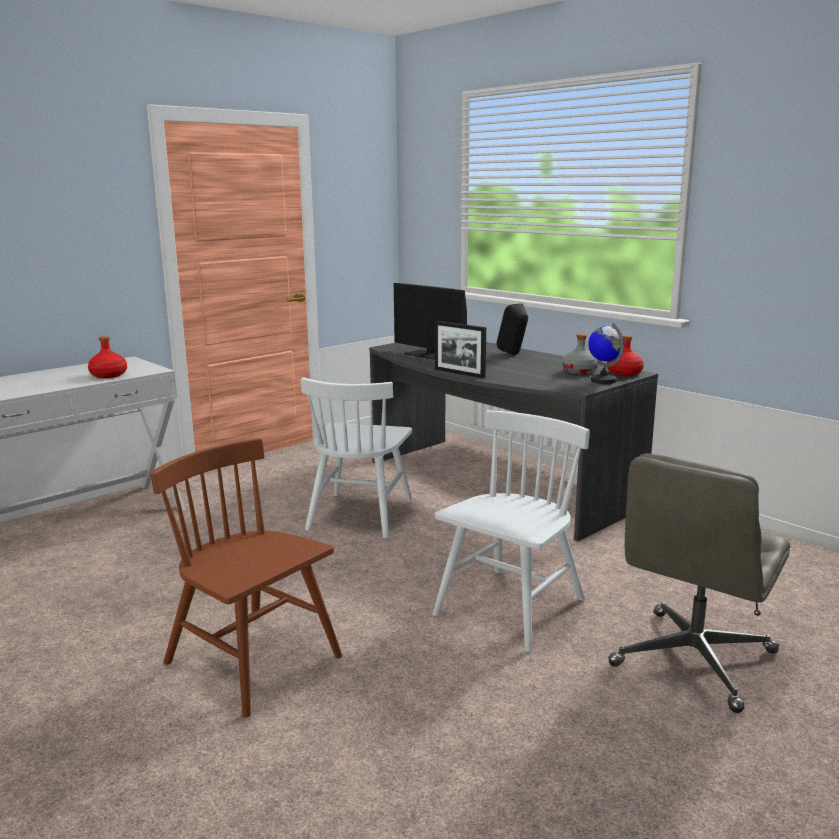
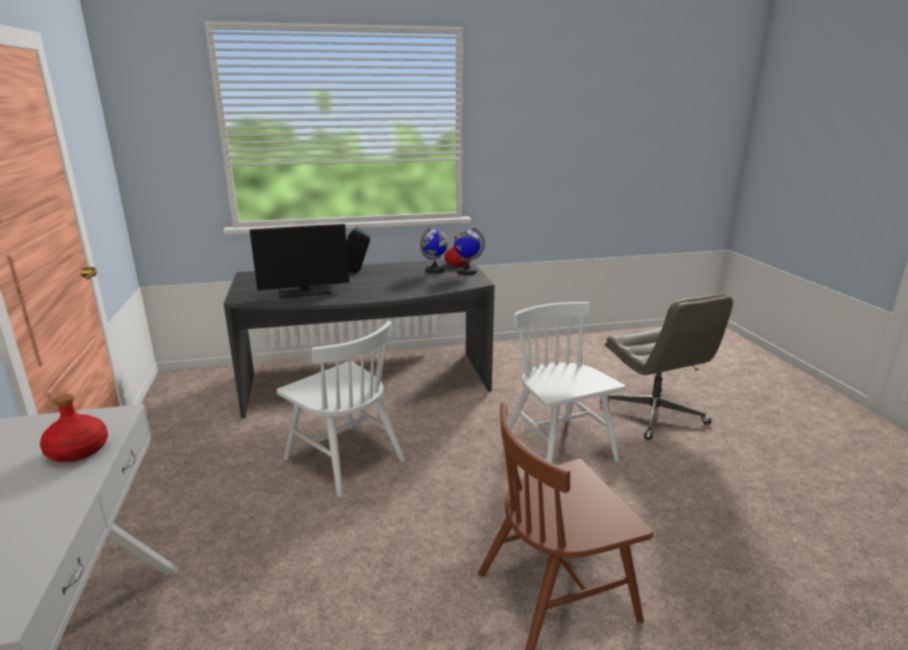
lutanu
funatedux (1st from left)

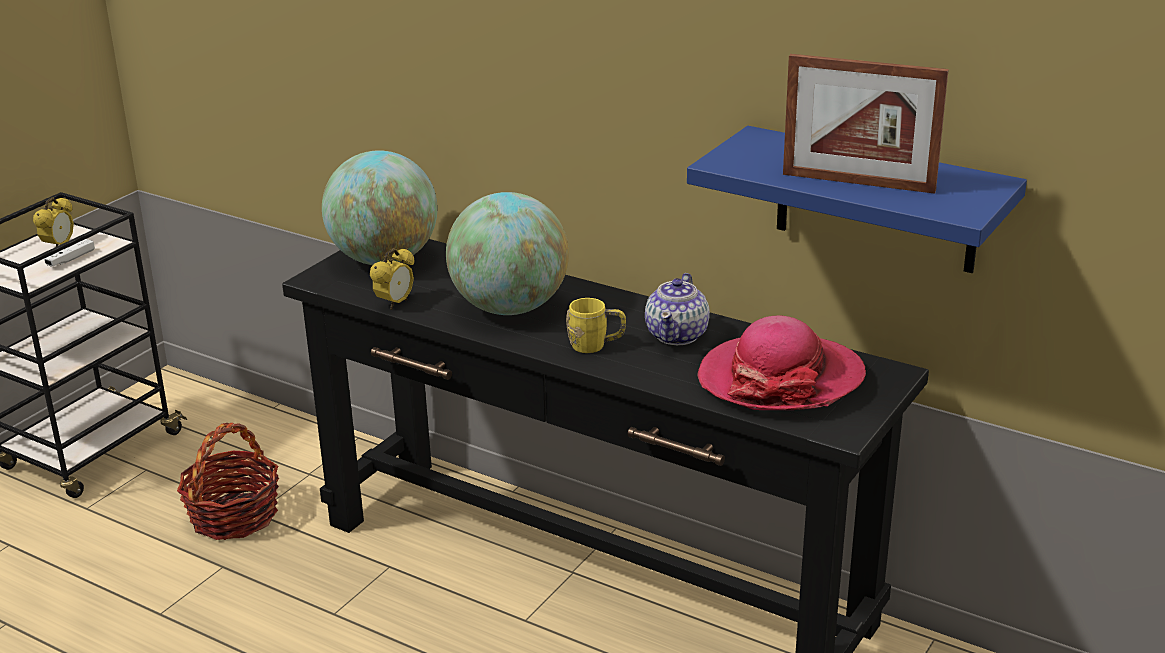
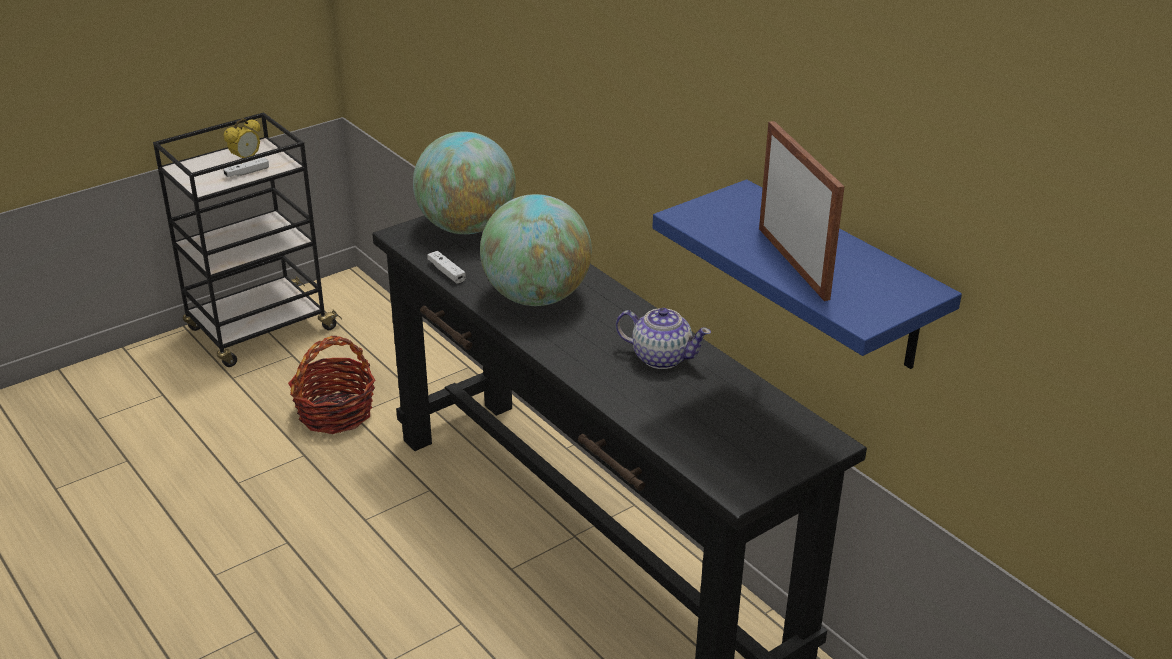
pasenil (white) (2nd from left)
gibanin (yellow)
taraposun
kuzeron
lutanu

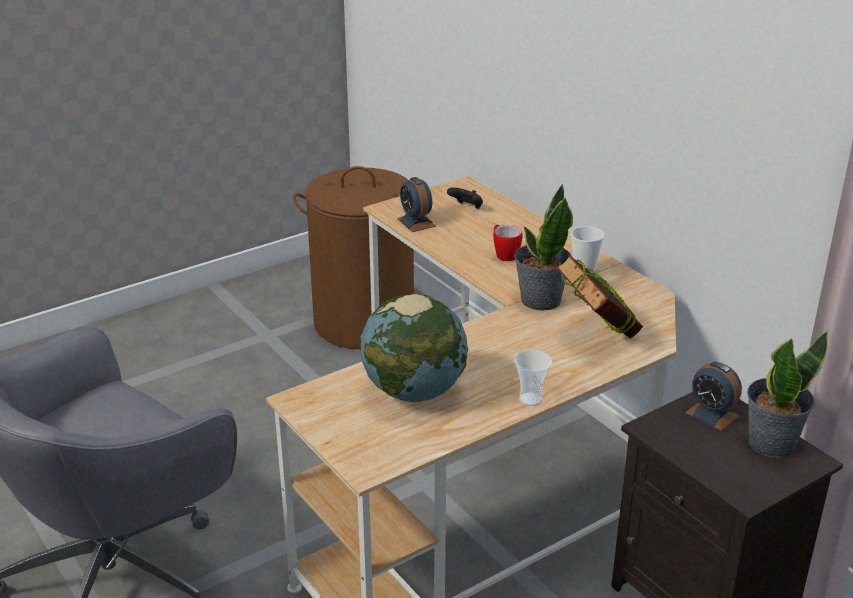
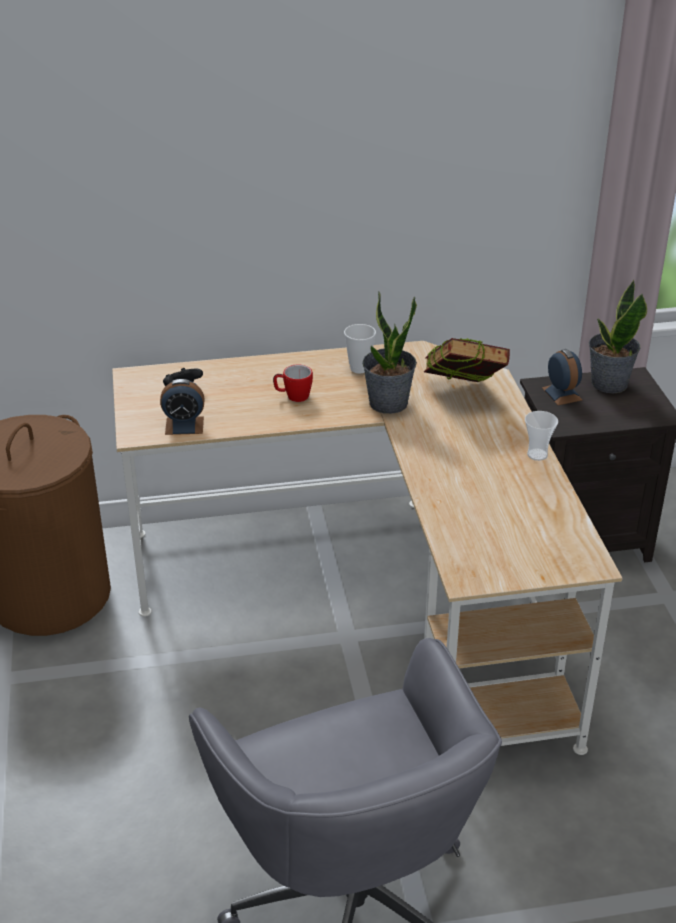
funatedux
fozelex (2nd from left)

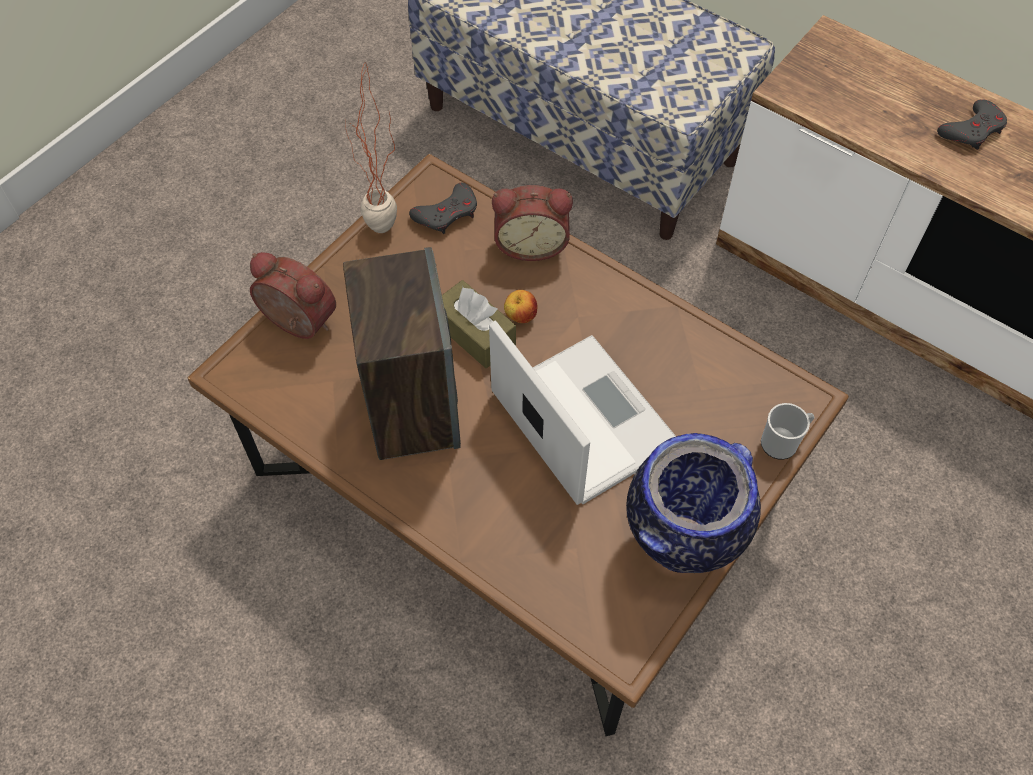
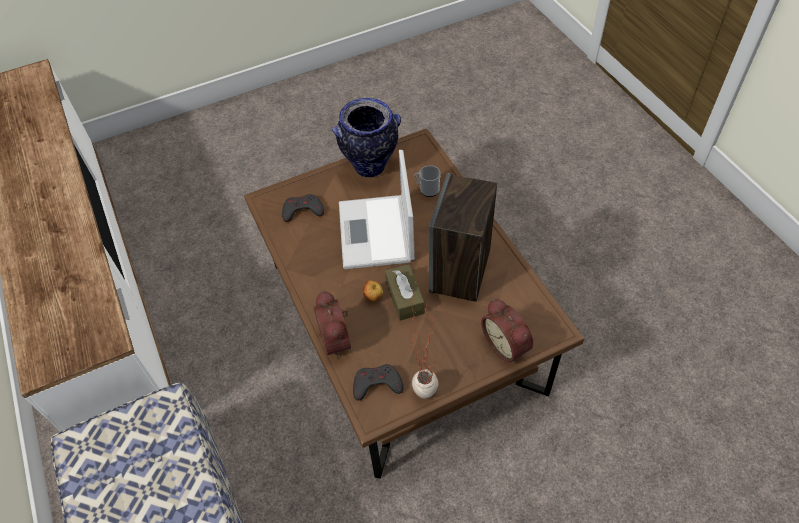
fozelex (1st from left)
gibanin
pasenil (grey) (1st from left)

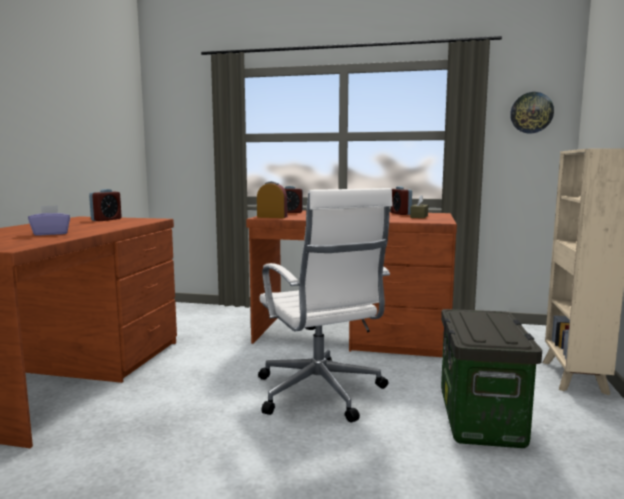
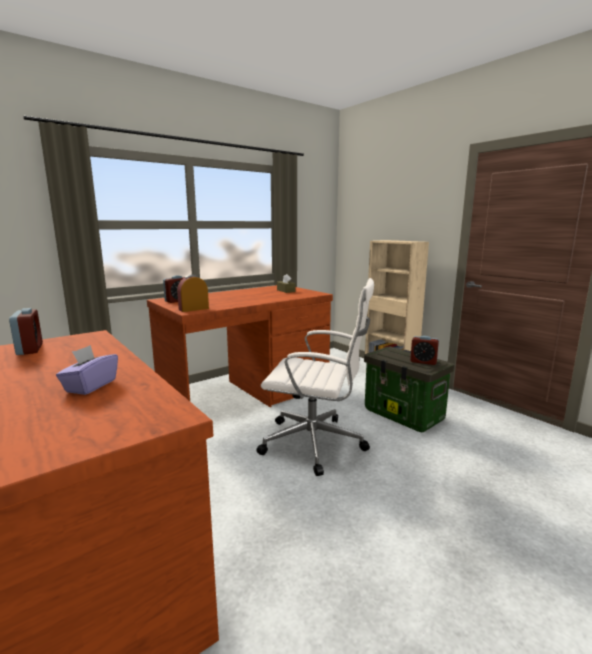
fozelex (4th from left)
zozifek

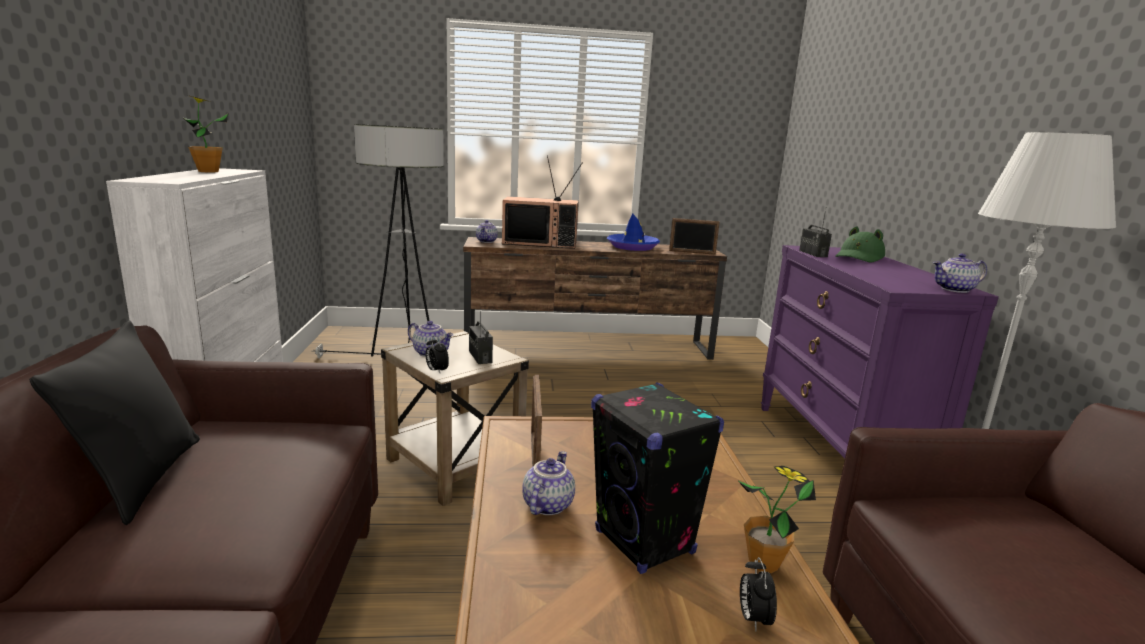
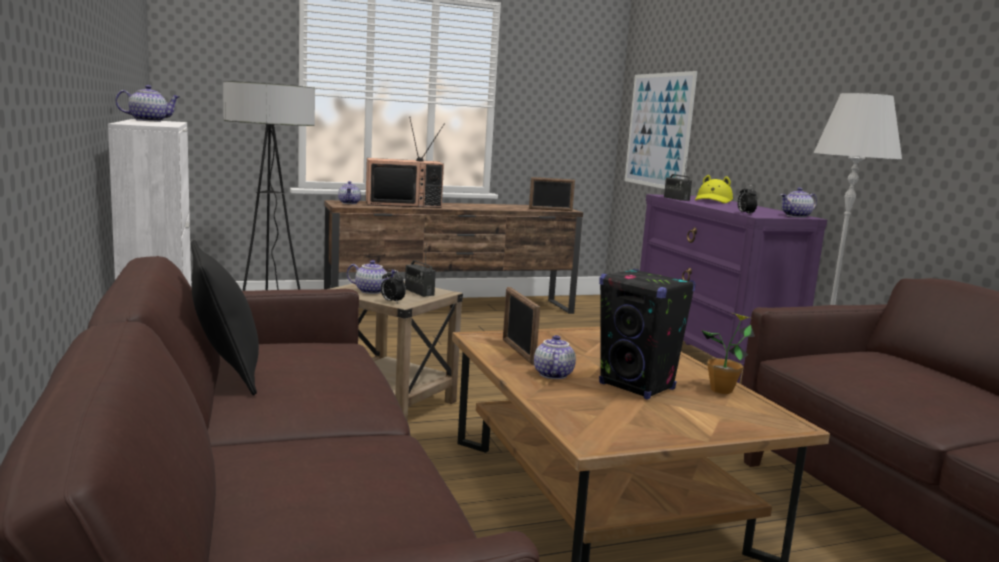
taraposun (1st from left)
kuzeron (blue)
fozelex (2nd from left)
kuzeron (yellow)
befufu

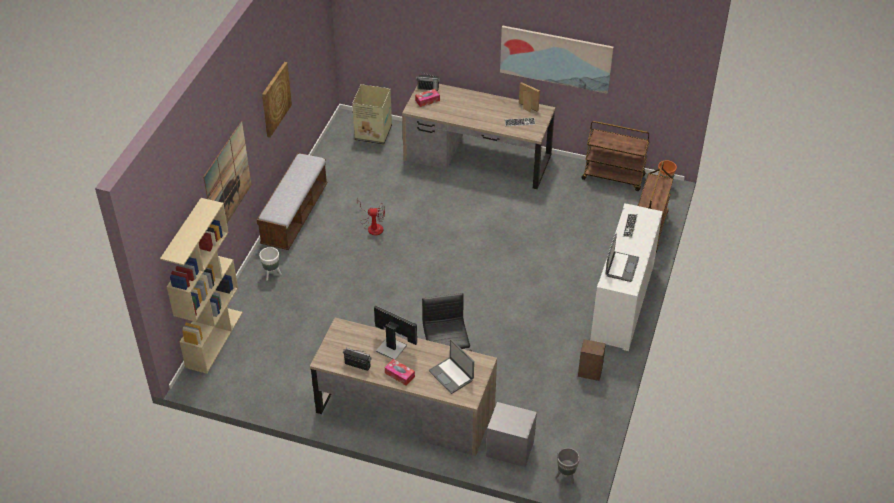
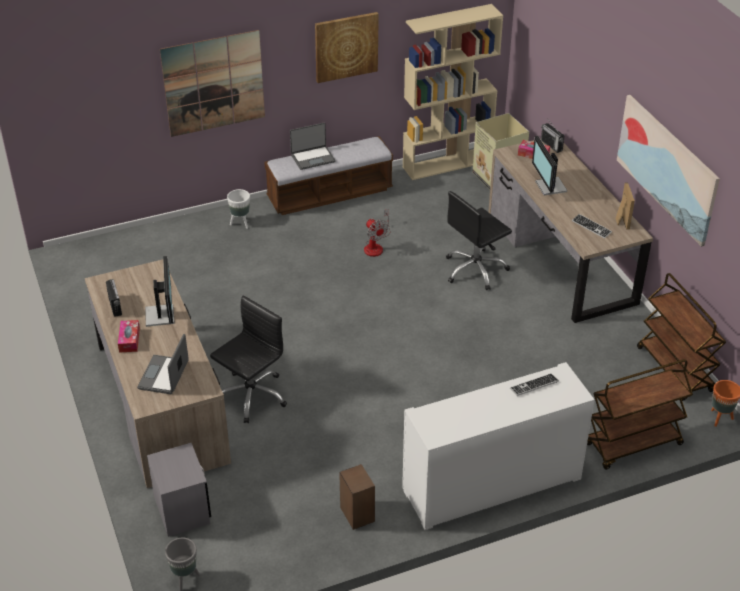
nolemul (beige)
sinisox (2nd from left)
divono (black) (2nd from left)
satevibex (2nd from left)

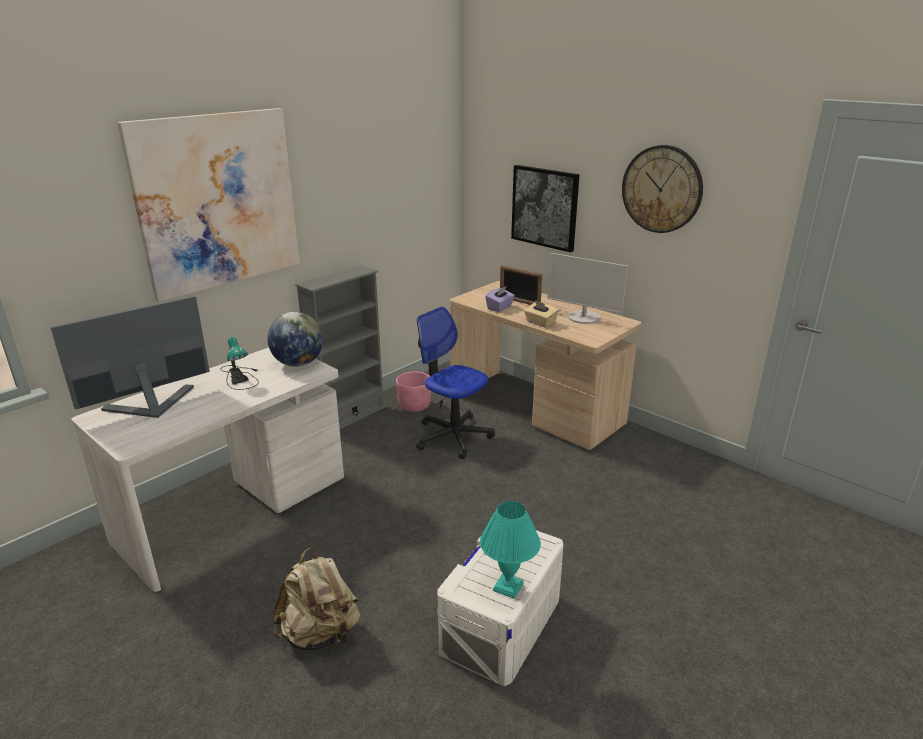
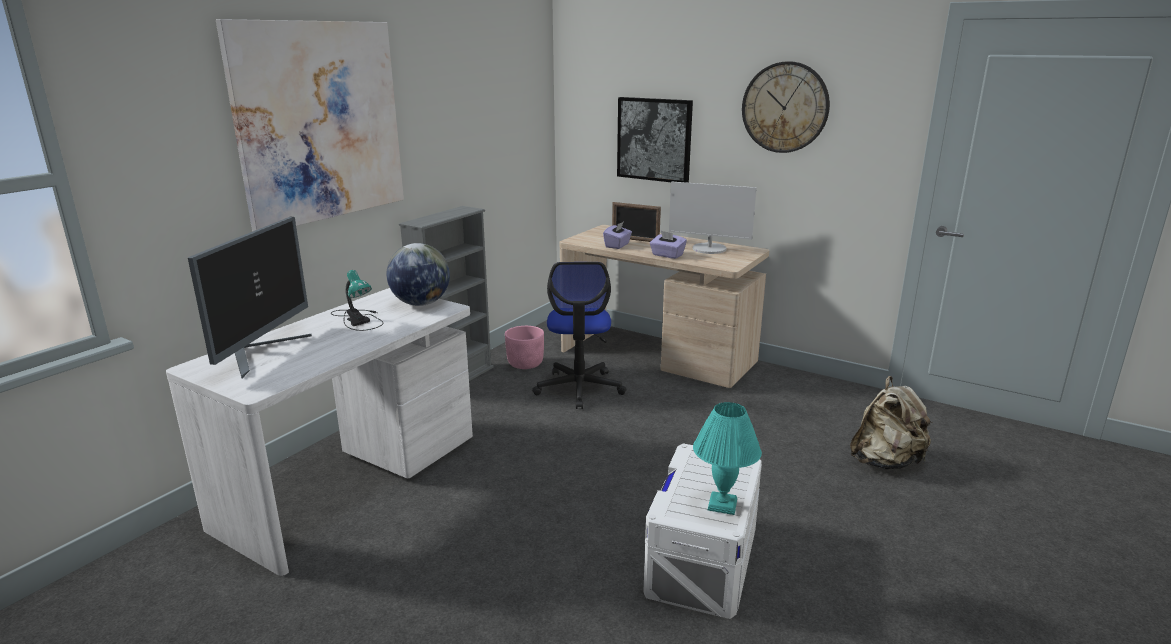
satevibex (1st from left)
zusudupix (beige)
divono
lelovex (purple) (2nd from left)

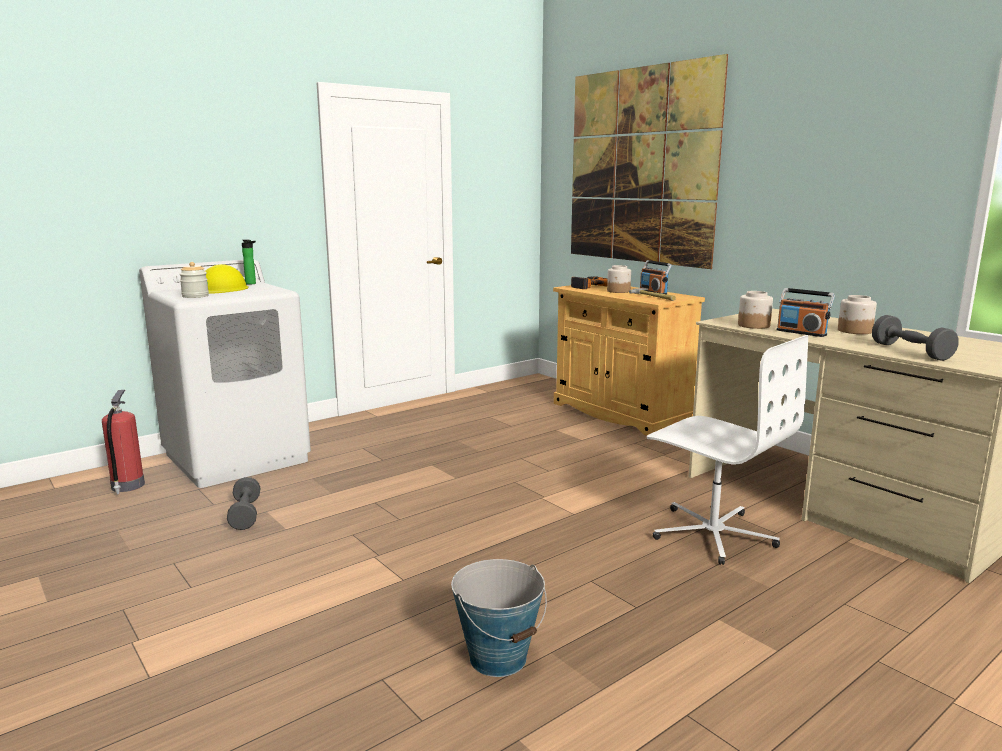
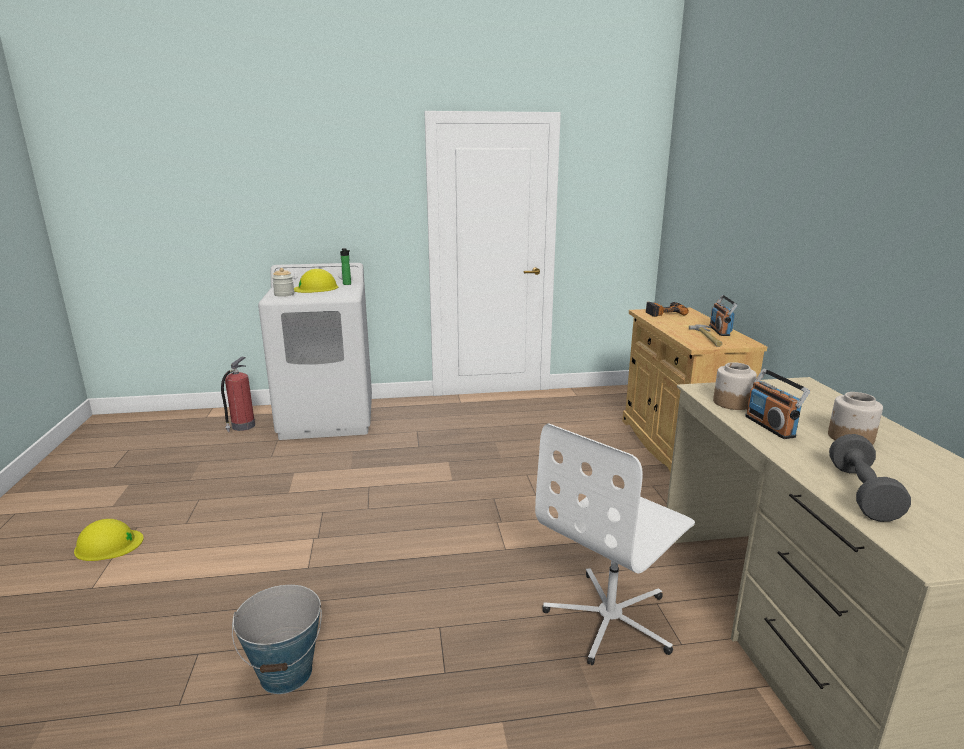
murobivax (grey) (1st from left in the first image)
befufu
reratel (2nd from left in the first image)
divono (white)
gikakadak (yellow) (1st from left)

